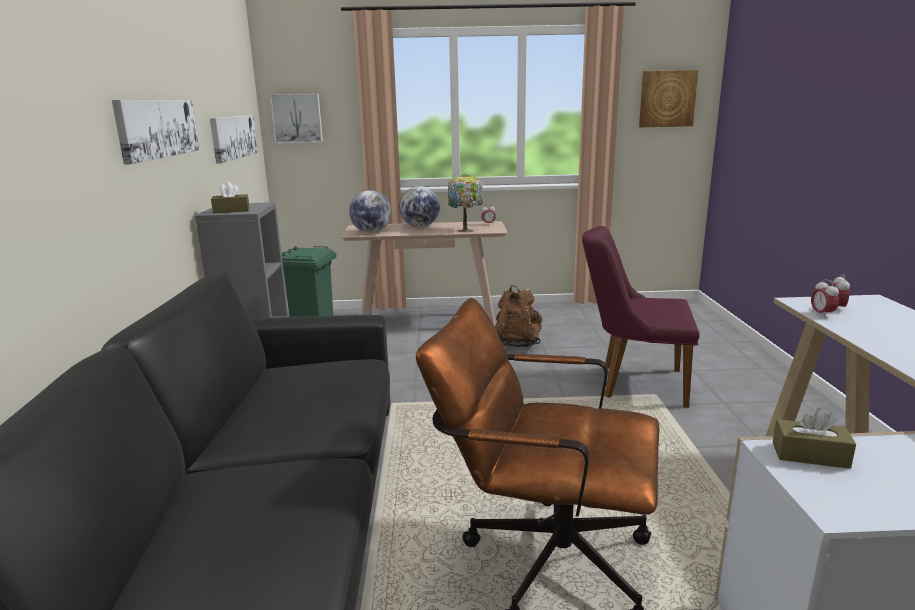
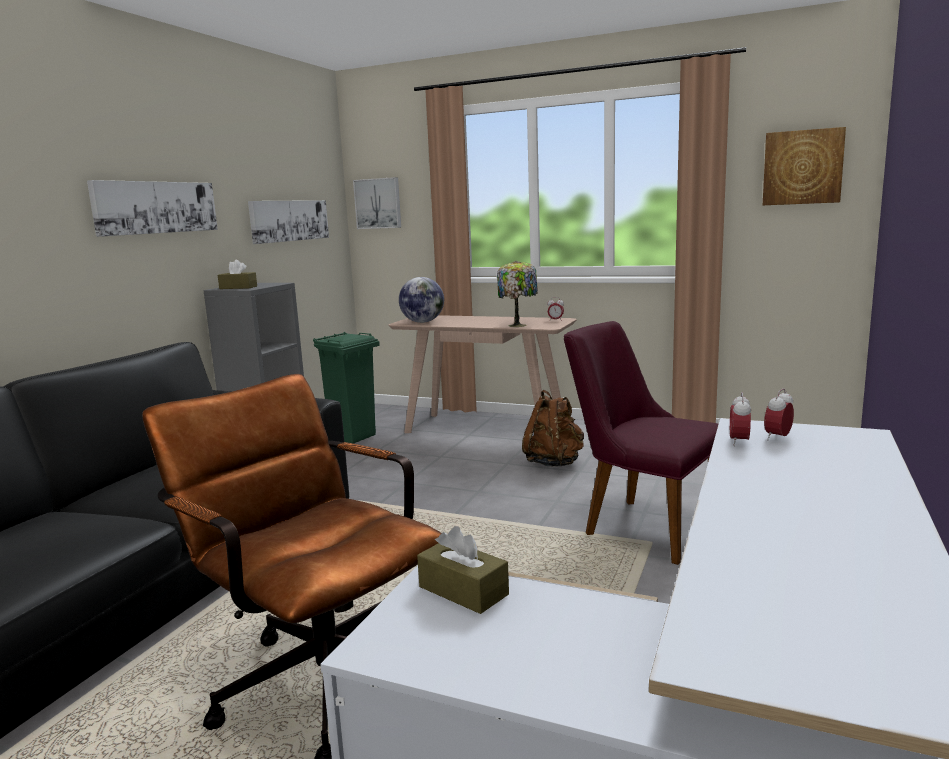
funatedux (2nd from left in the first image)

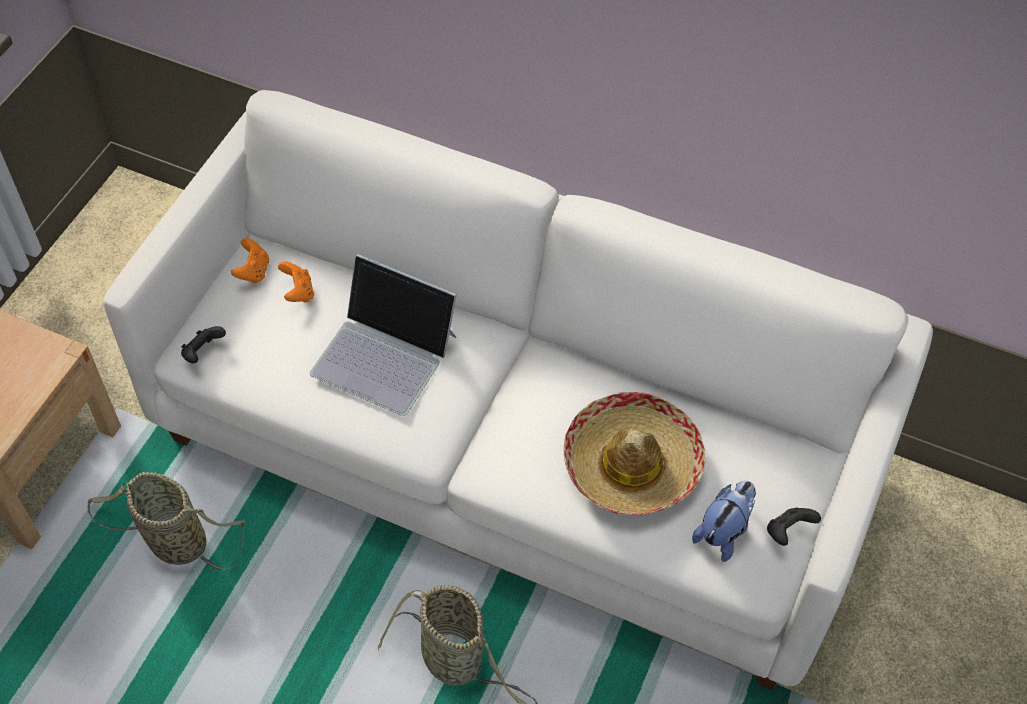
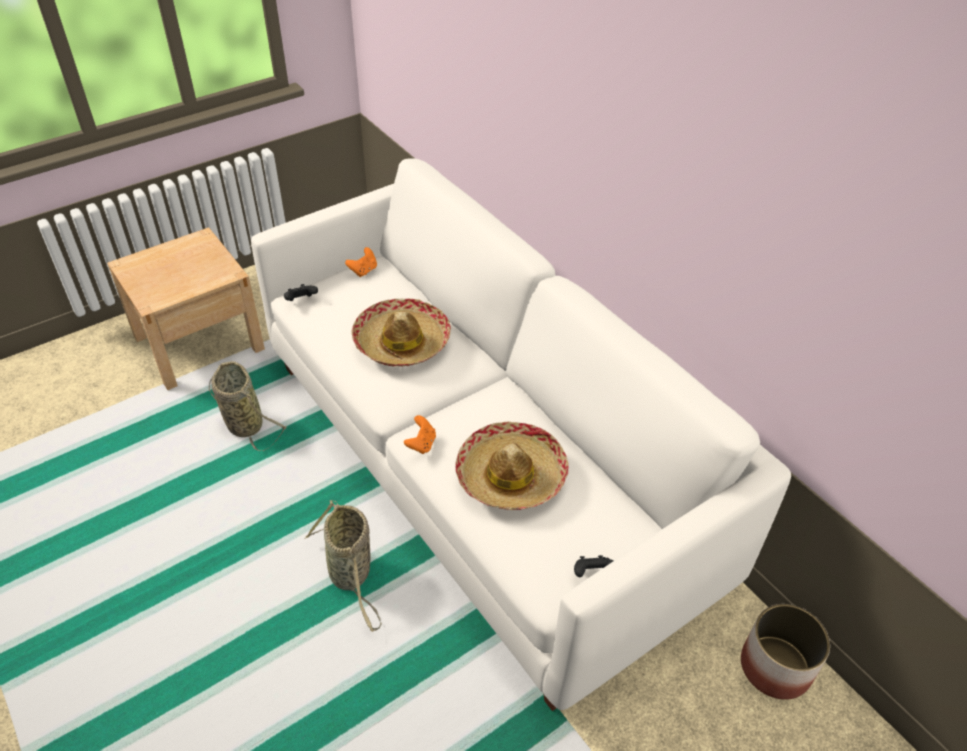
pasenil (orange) (2nd from left)
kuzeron (1st from left)
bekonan
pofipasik

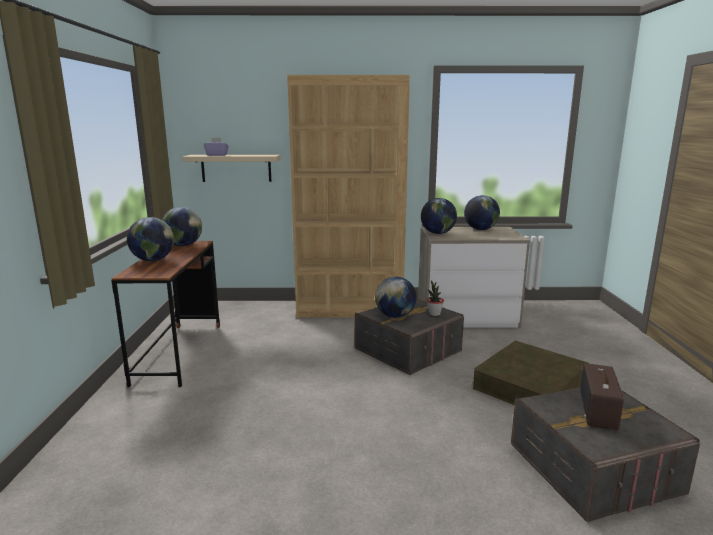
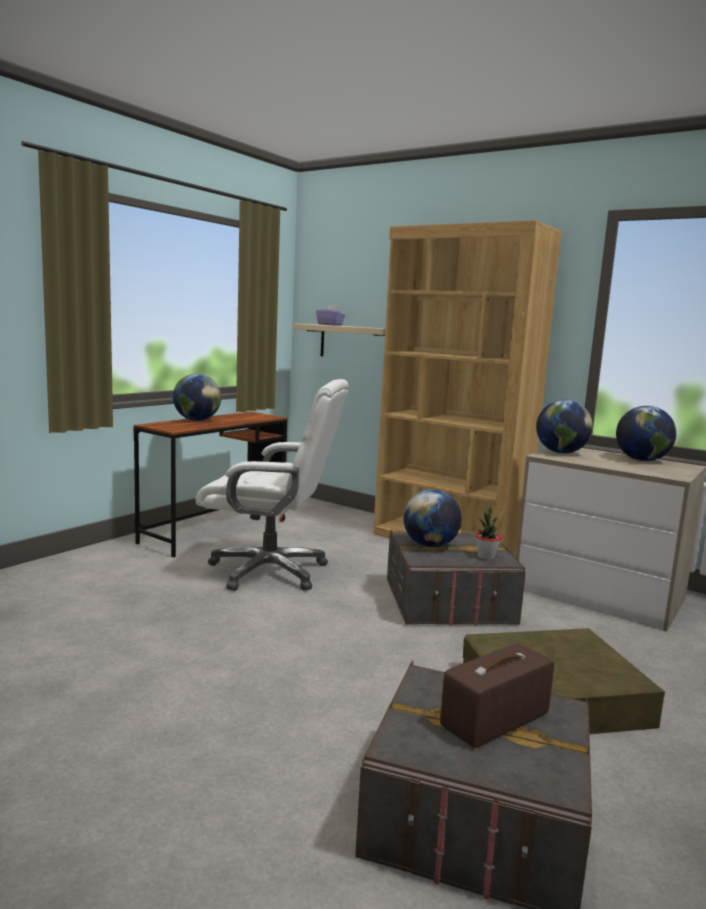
funatedux (2nd from left in the first image)
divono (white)

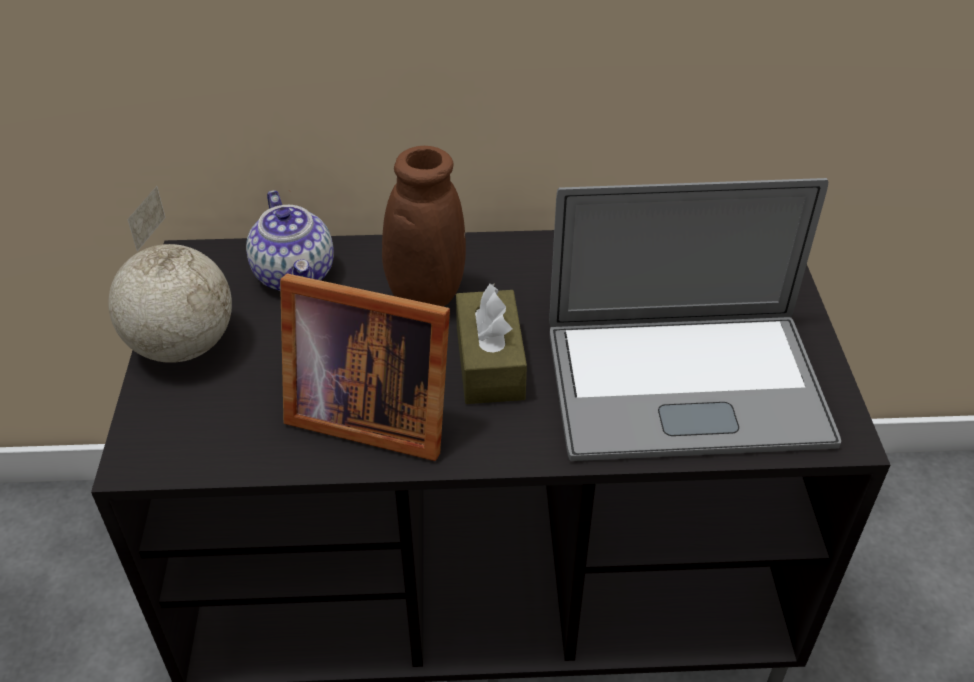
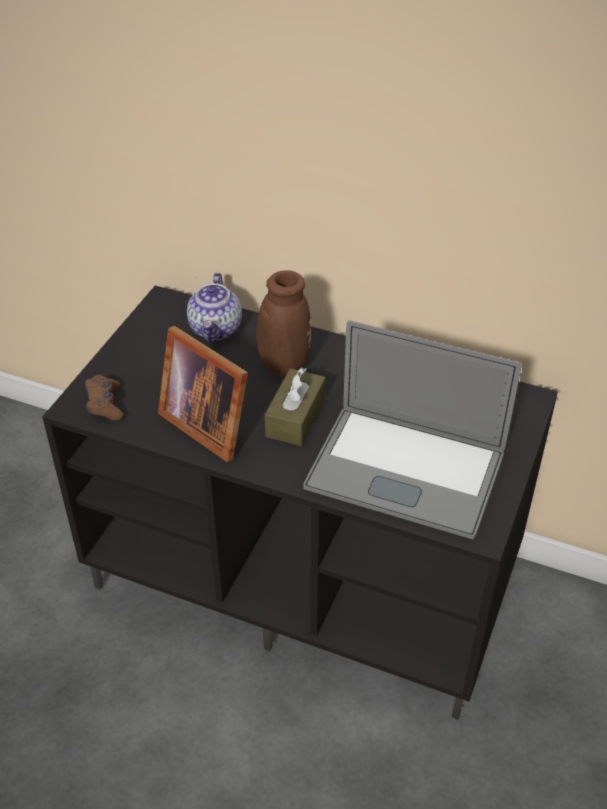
funatedux
pasenil (brown)

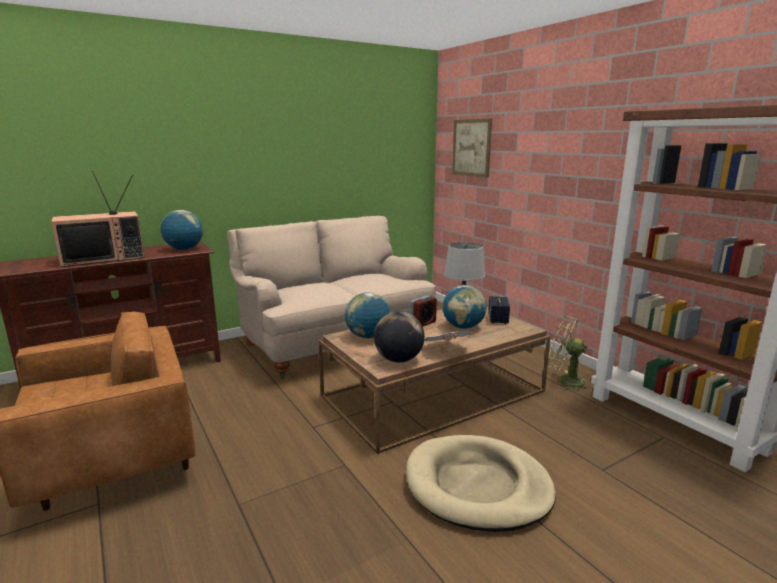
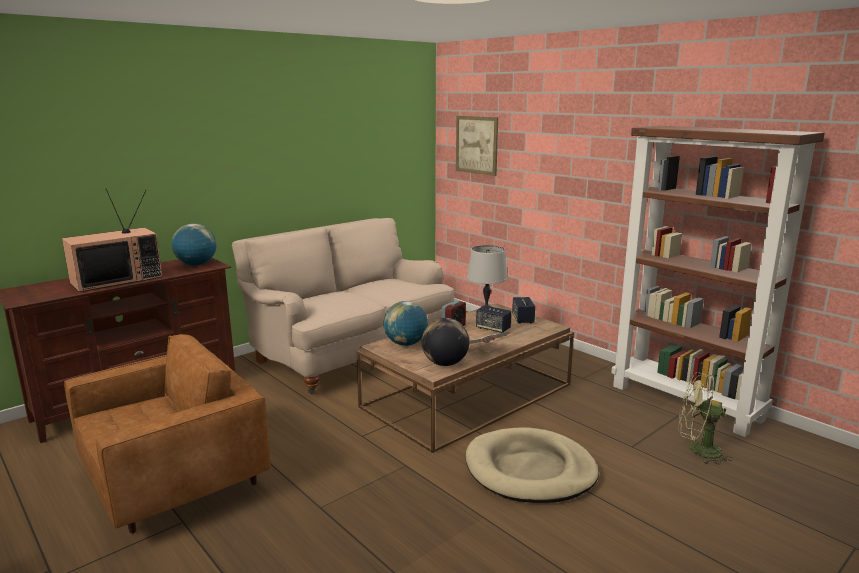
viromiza (1st from left)
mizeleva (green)

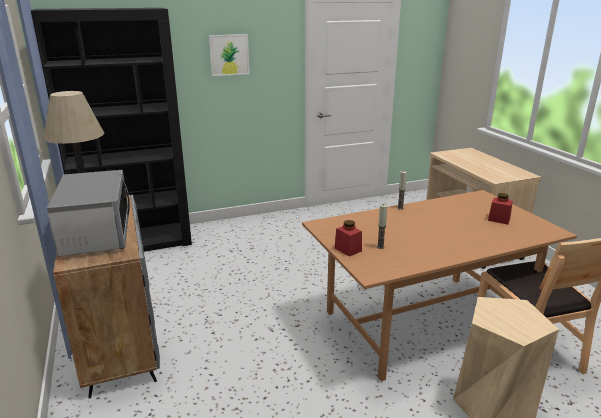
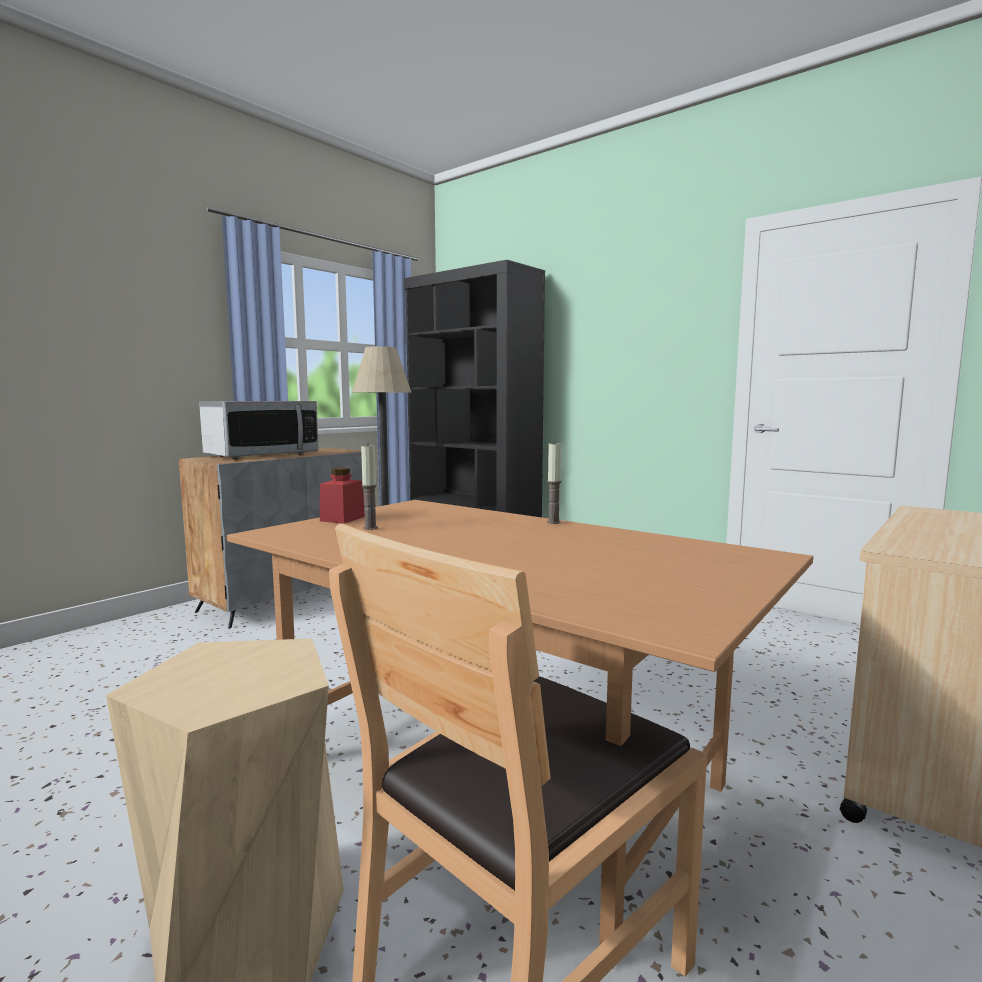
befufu
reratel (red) (2nd from left in the first image)

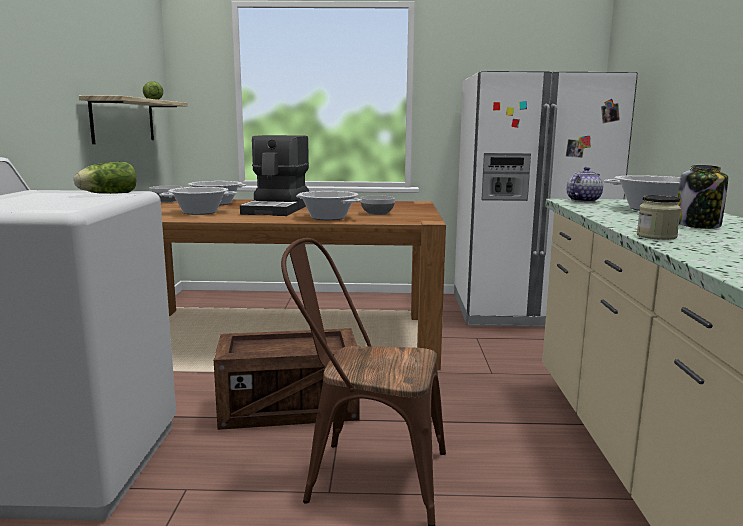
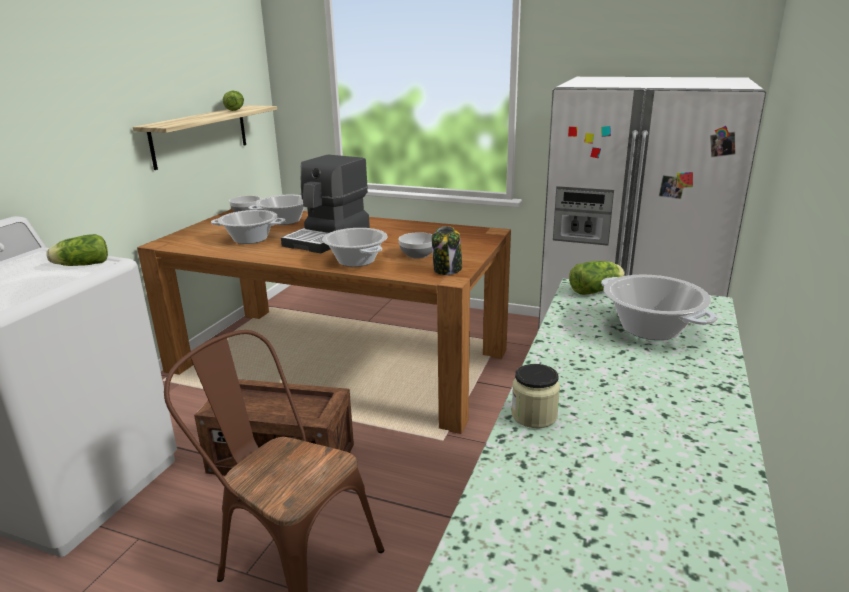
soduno (3rd from left)
reratel (1st from left)

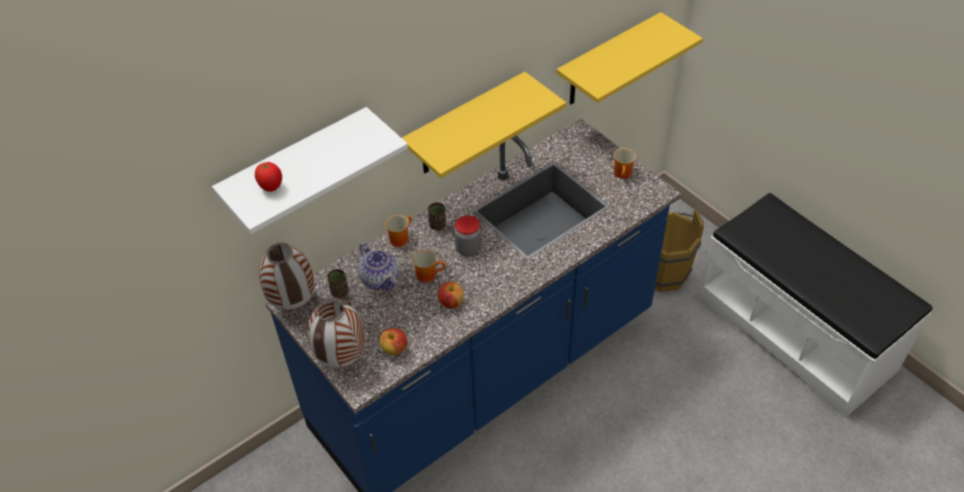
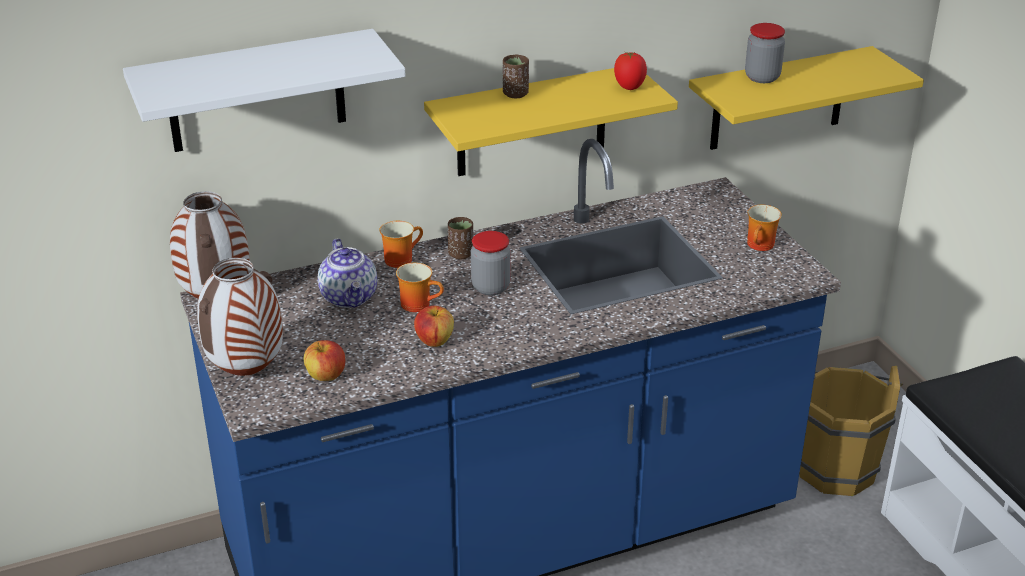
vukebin
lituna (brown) (2nd from left)
reratel (2nd from left)

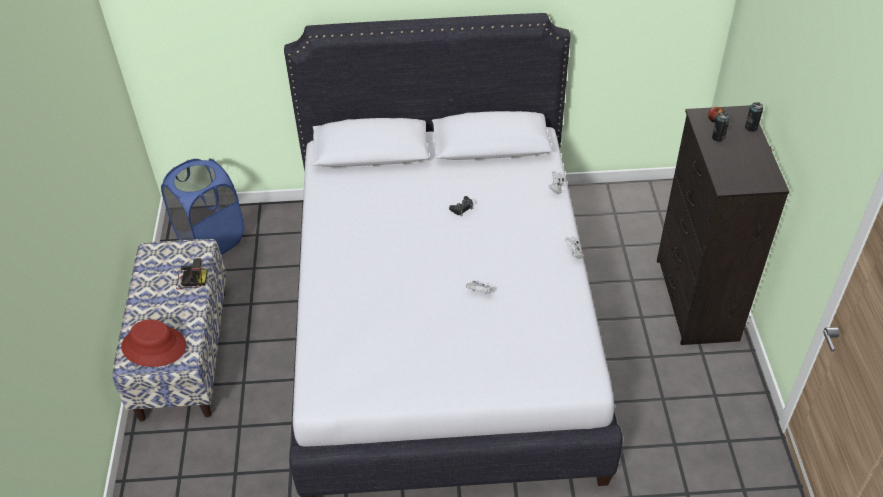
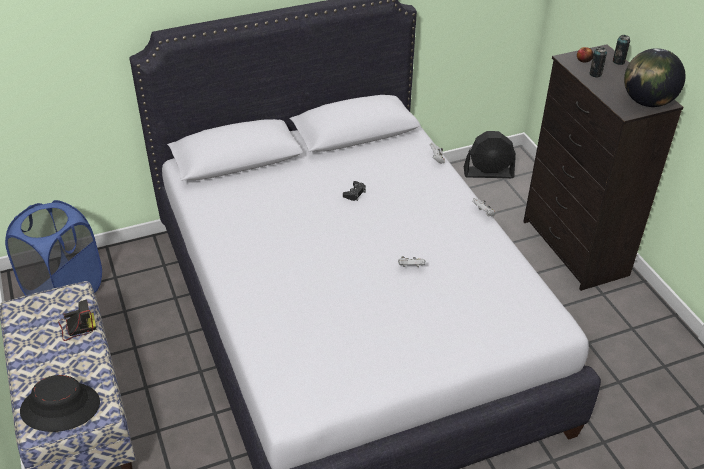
kuzeron (black)
mizeleva (black)
funatedux

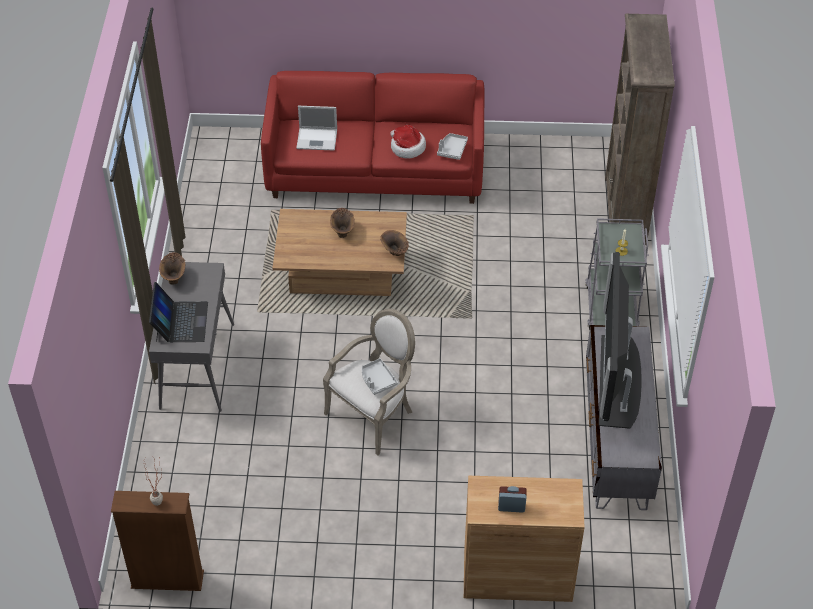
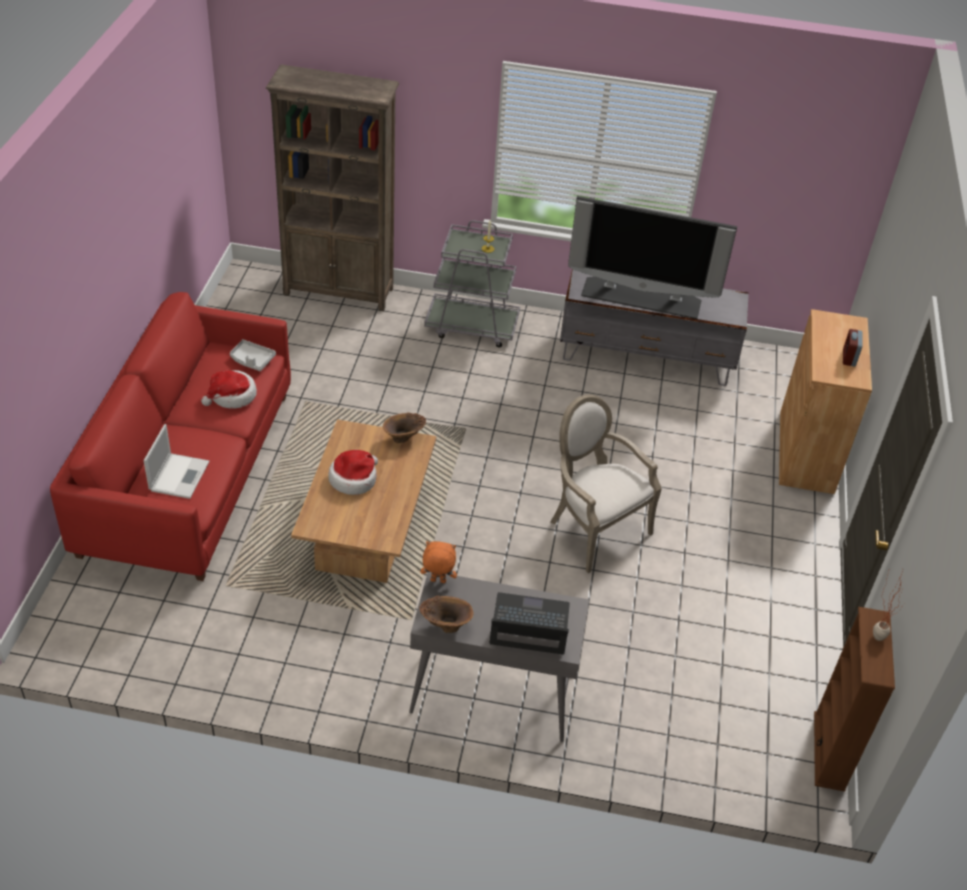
kuzeron (2nd from left)
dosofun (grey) (1st from left in the first image)
bekonan (orange)

